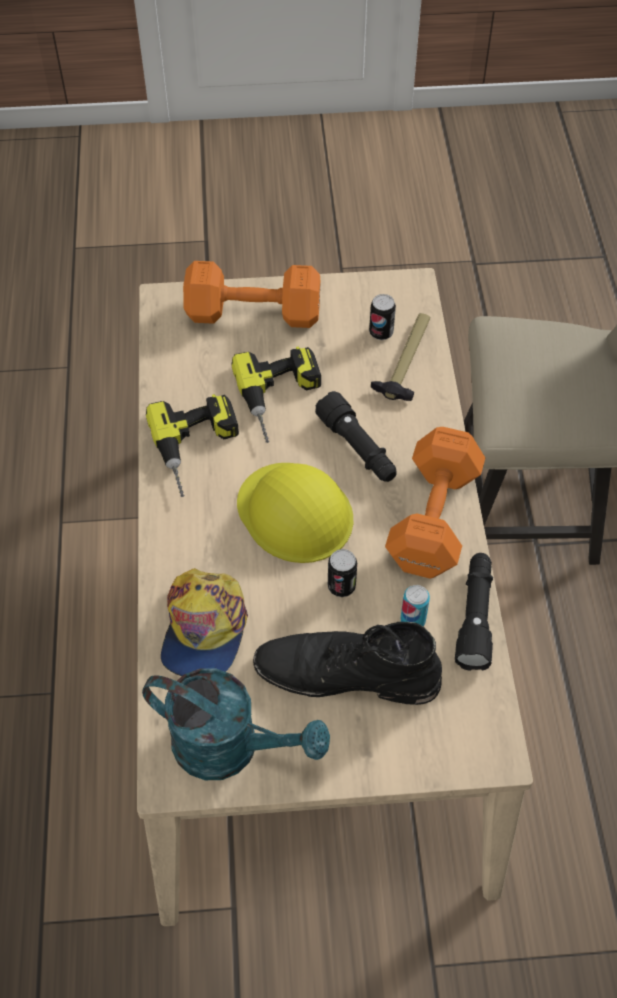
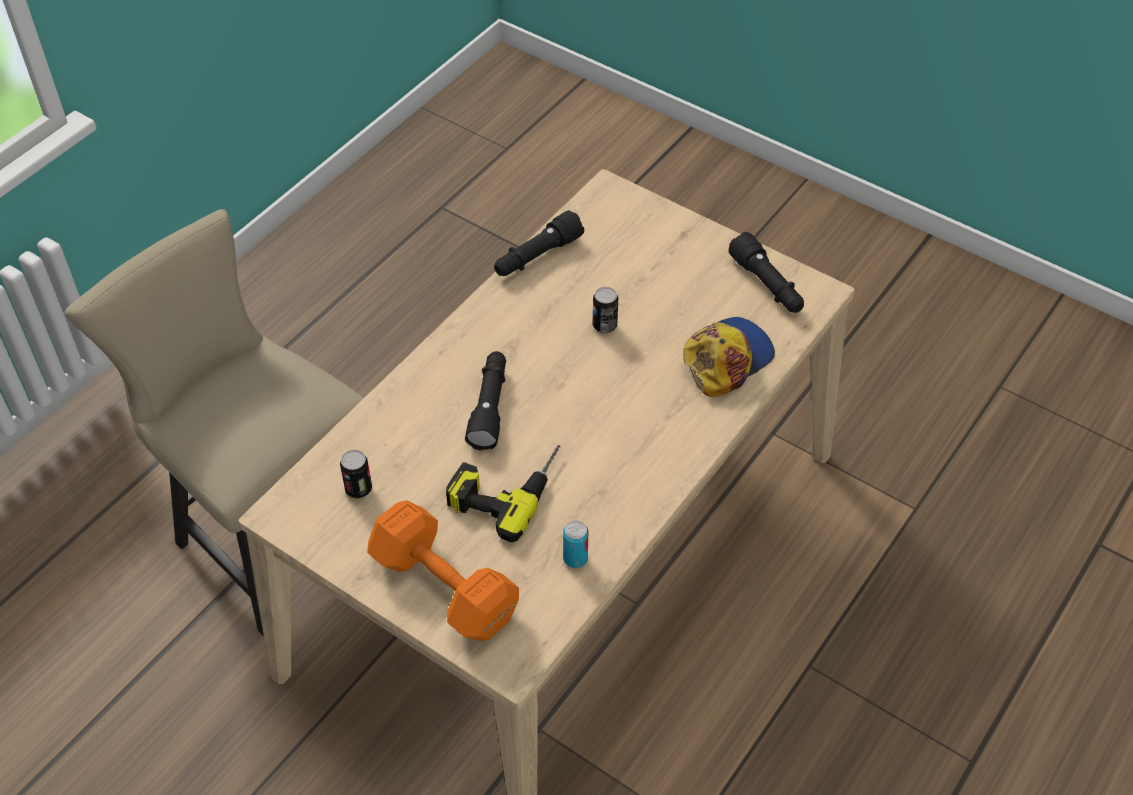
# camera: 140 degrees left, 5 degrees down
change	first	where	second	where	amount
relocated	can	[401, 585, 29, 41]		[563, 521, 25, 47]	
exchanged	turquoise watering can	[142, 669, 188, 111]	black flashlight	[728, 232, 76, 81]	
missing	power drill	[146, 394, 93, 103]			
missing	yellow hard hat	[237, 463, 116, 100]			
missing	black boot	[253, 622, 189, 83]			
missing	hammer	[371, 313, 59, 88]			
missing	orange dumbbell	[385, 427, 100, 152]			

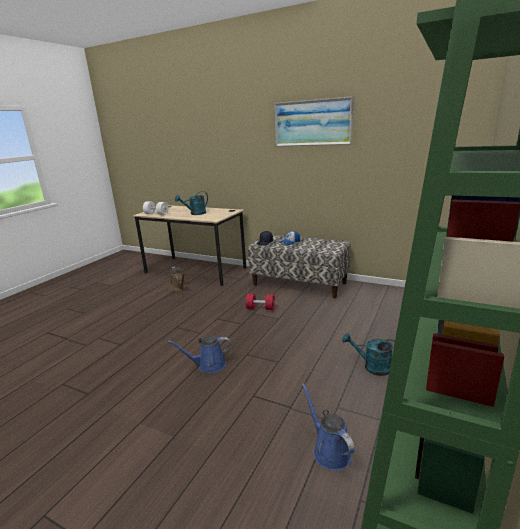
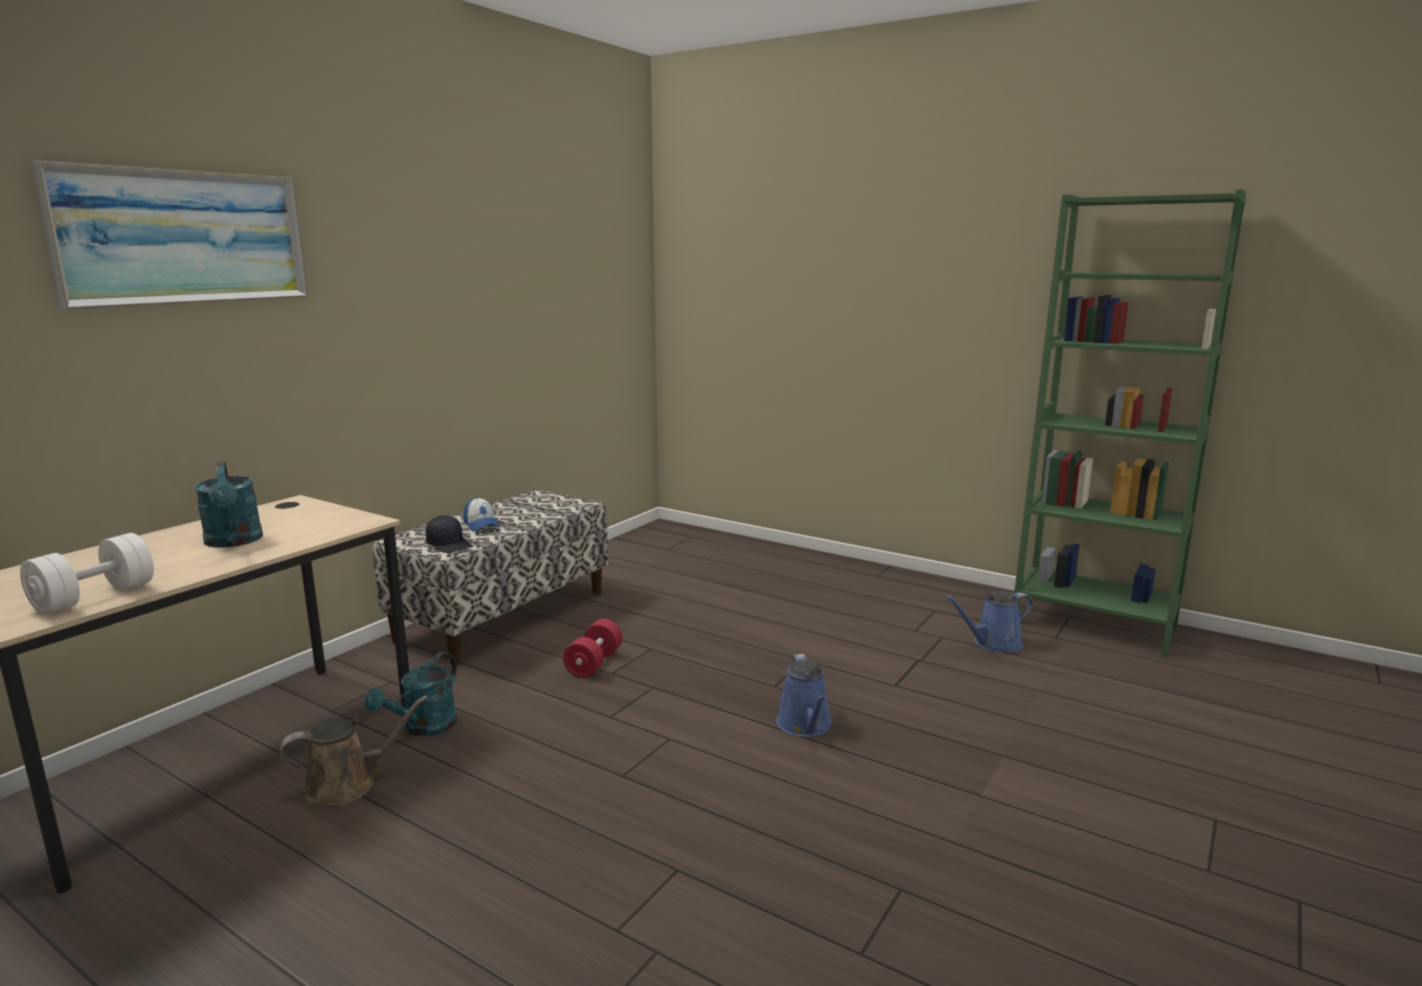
# camera: 85 degrees left, 5 degrees down
change	first	where	second	where	amount
relocated	picture	[274, 96, 79, 51]		[31, 160, 278, 150]	
relocated	turquoise watering can	[342, 333, 53, 43]		[365, 652, 92, 84]	

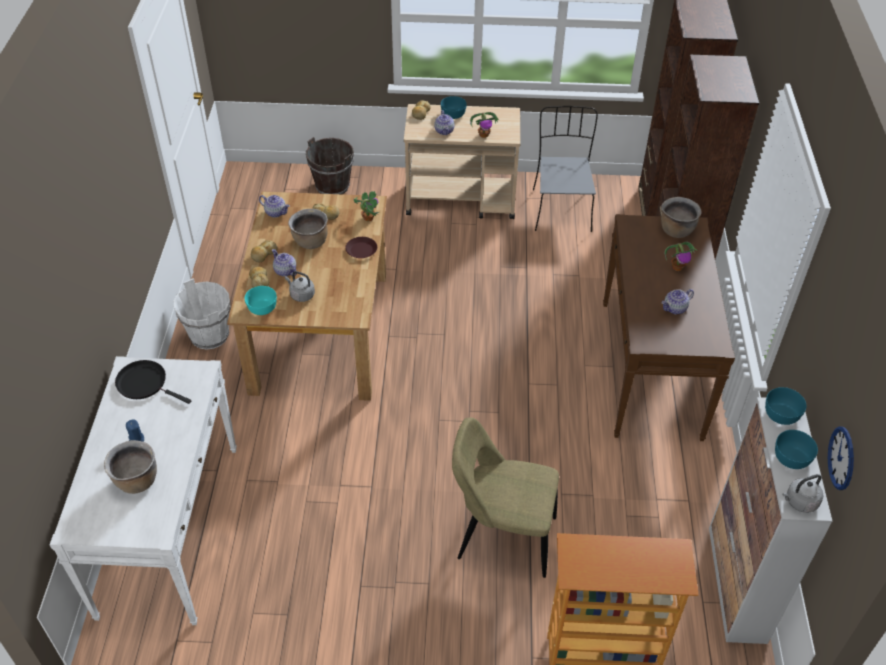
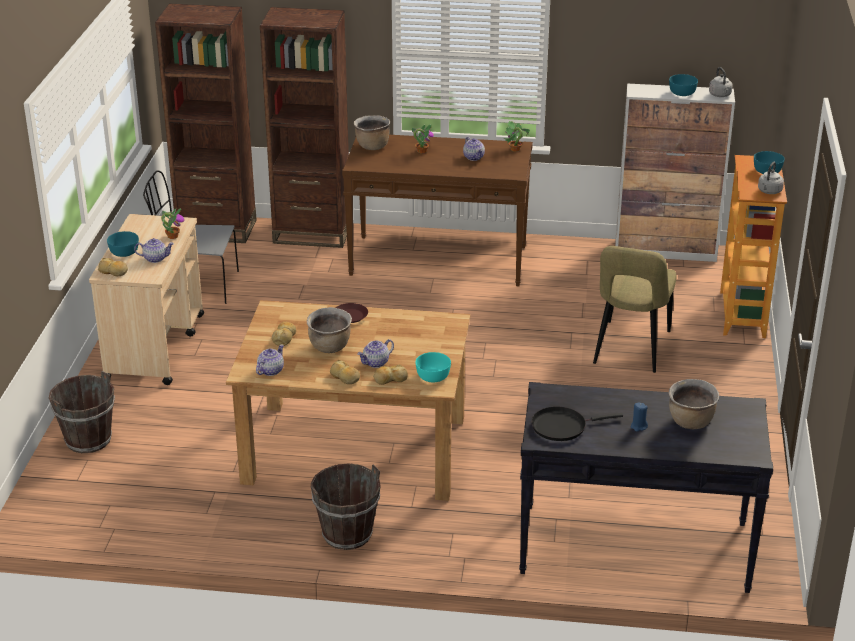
# camera: 85 degrees left, 15 degrees down
change	first	where	second	where	amount
colour	white bucket	[174, 278, 57, 71]	brown bucket	[310, 463, 71, 87]	
relocated	potted plant	[353, 191, 26, 30]		[503, 121, 27, 31]	
colour	white console table	[49, 356, 188, 269]	black console table	[519, 382, 254, 211]	
spun	black frying pan	[115, 360, 76, 44]		[531, 406, 92, 35]	45 degrees clockwise
relocated	turquoise bowl	[765, 387, 42, 38]		[754, 151, 31, 23]	
relocated	grey kettle	[285, 271, 30, 31]		[758, 162, 26, 32]	
missing	wall clock	[828, 426, 26, 64]			

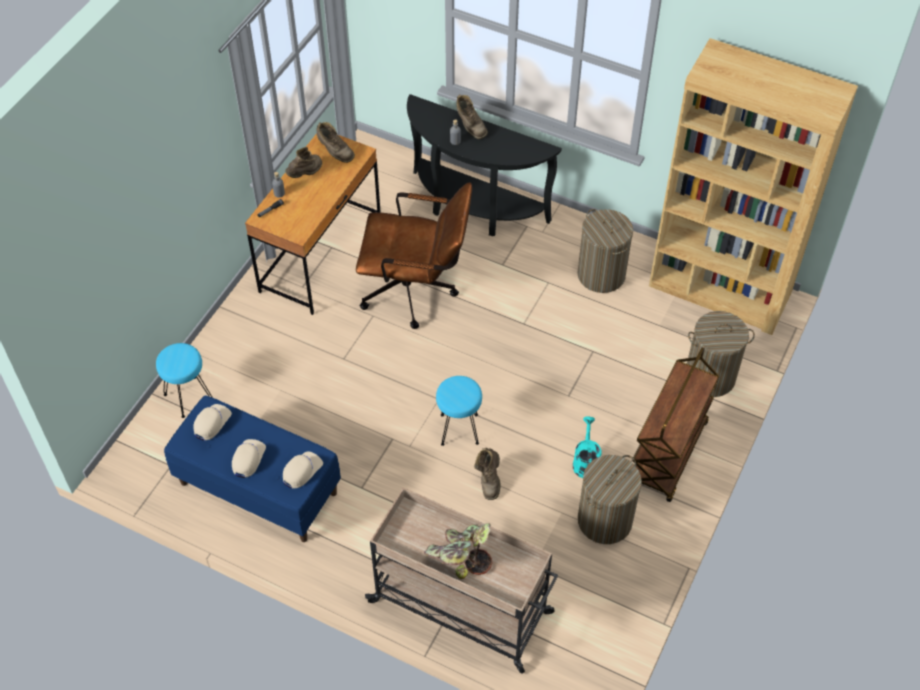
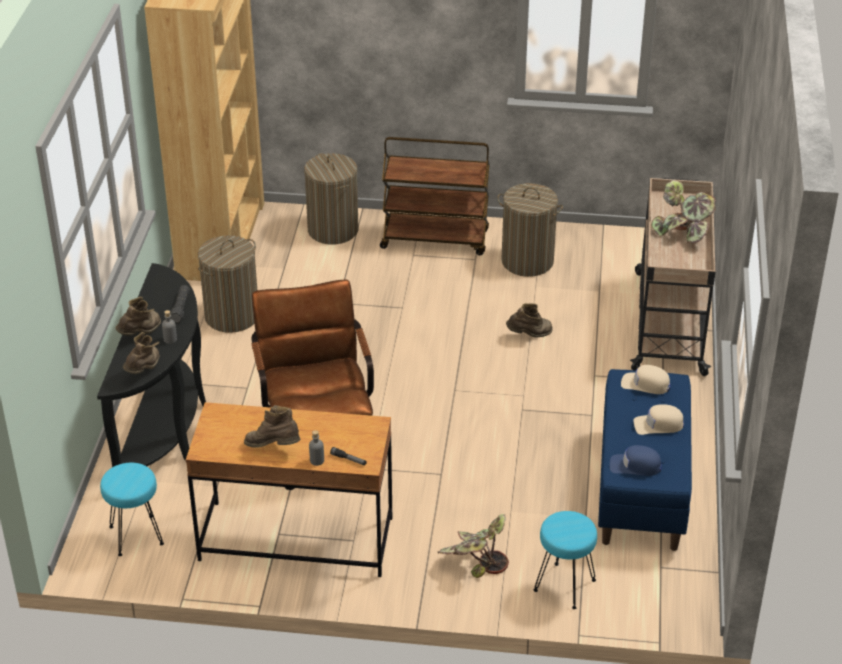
# camera: 110 degrees left, 15 degrees down
change	first	where	second	where	amount
relocated	turquoise stool	[436, 376, 46, 70]		[100, 463, 64, 93]	
relocated	brown boot	[317, 122, 38, 41]		[123, 332, 37, 42]	
appeared			black flashlight	[170, 285, 20, 38]	
appeared			potted plant	[438, 514, 71, 64]	
colour	beige cap	[193, 404, 39, 37]	blue cap	[610, 445, 52, 31]	
missing	turquoise watering can	[573, 417, 28, 61]			

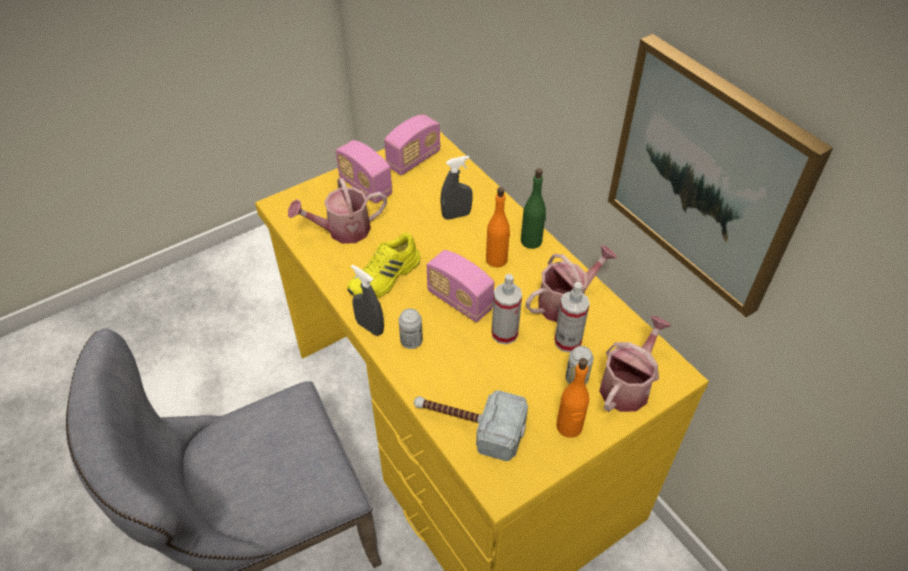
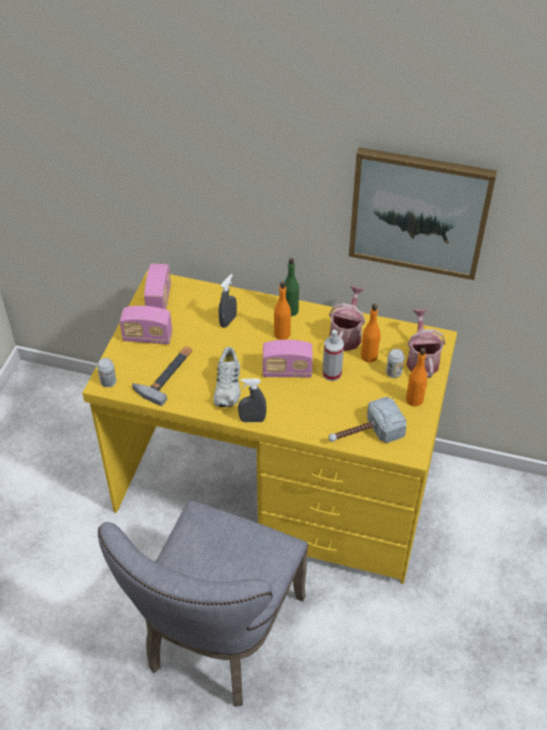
# camera: 40 degrees left, 0 degrees up
change	first	where	second	where	amount
relocated	can	[398, 308, 25, 41]		[97, 358, 19, 29]	
exchanged	watering can	[288, 178, 99, 66]	hammer	[132, 346, 60, 60]	
colour	yellow shoe	[347, 233, 74, 65]	white shoe	[213, 347, 28, 60]	
exchanged	spray bottle	[554, 282, 36, 71]	orange bottle	[361, 304, 20, 58]	

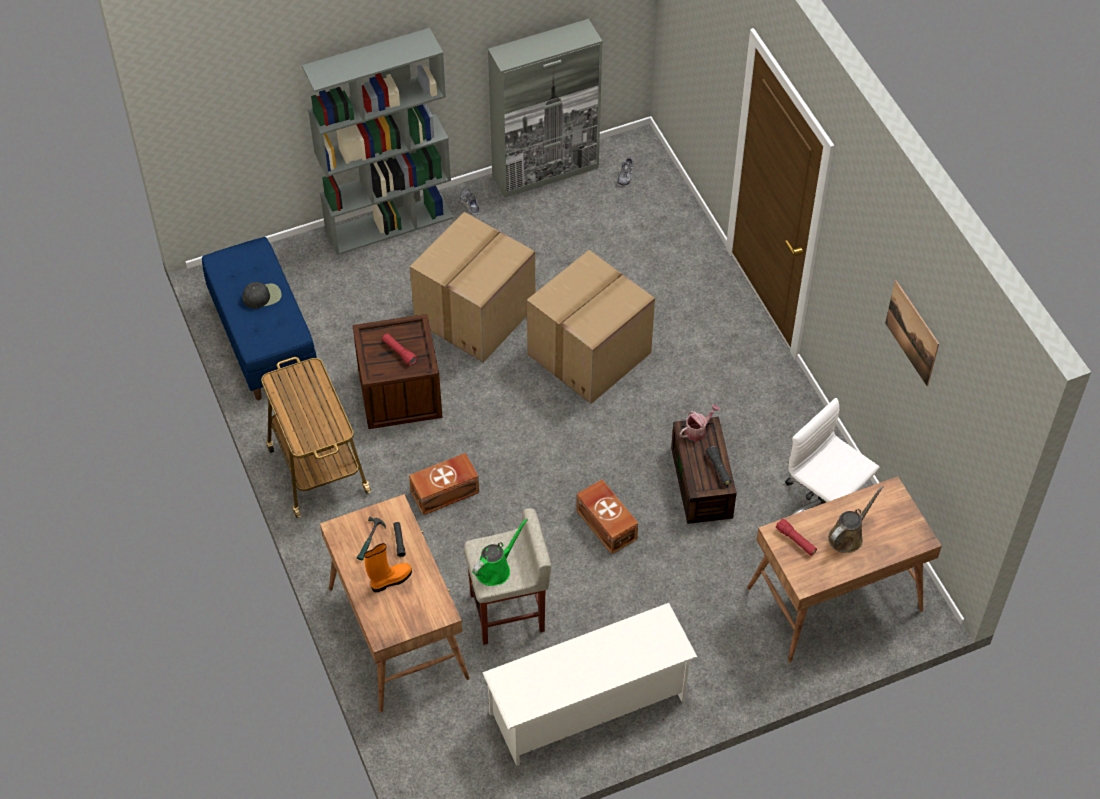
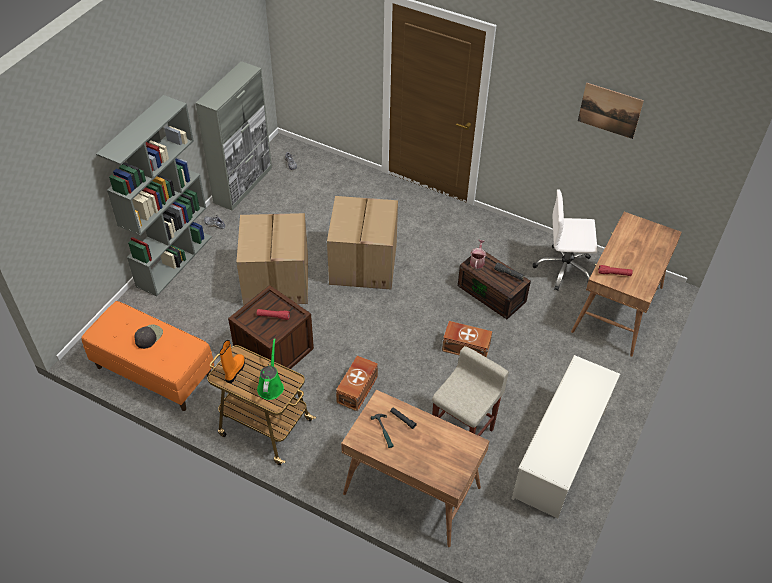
# camera: 40 degrees left, 5 degrees down
change	first	where	second	where	amount
colour	blue bench	[202, 237, 115, 163]	orange bench	[81, 301, 133, 110]	
relocated	orange boot	[364, 543, 48, 49]		[220, 340, 25, 43]	
relocated	green watering can	[472, 518, 56, 68]		[257, 338, 27, 62]	
missing	brown watering can	[828, 485, 56, 68]			

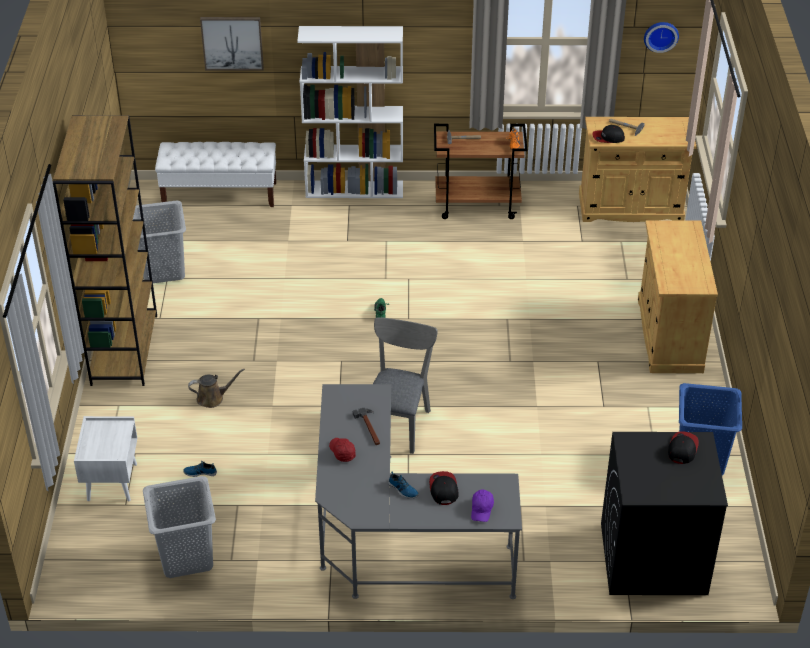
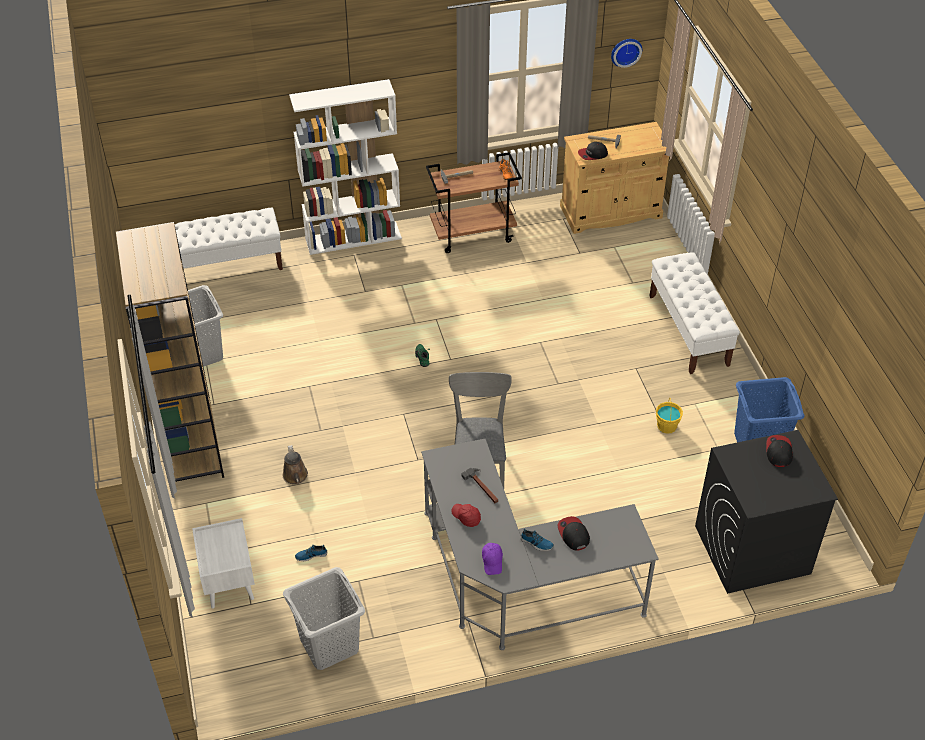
# camera: 15 degrees left, 5 degrees up
change	first	where	second	where	amount
spun	brown watering can	[188, 369, 57, 39]		[282, 445, 26, 39]	105 degrees clockwise
relocated	purple cap	[471, 489, 23, 33]		[482, 543, 21, 32]	
exchanged	beige cabinet	[638, 220, 80, 153]	white bench	[649, 252, 91, 122]	
appeared			yellow bucket	[656, 397, 27, 37]	
missing	picture	[200, 17, 64, 54]			

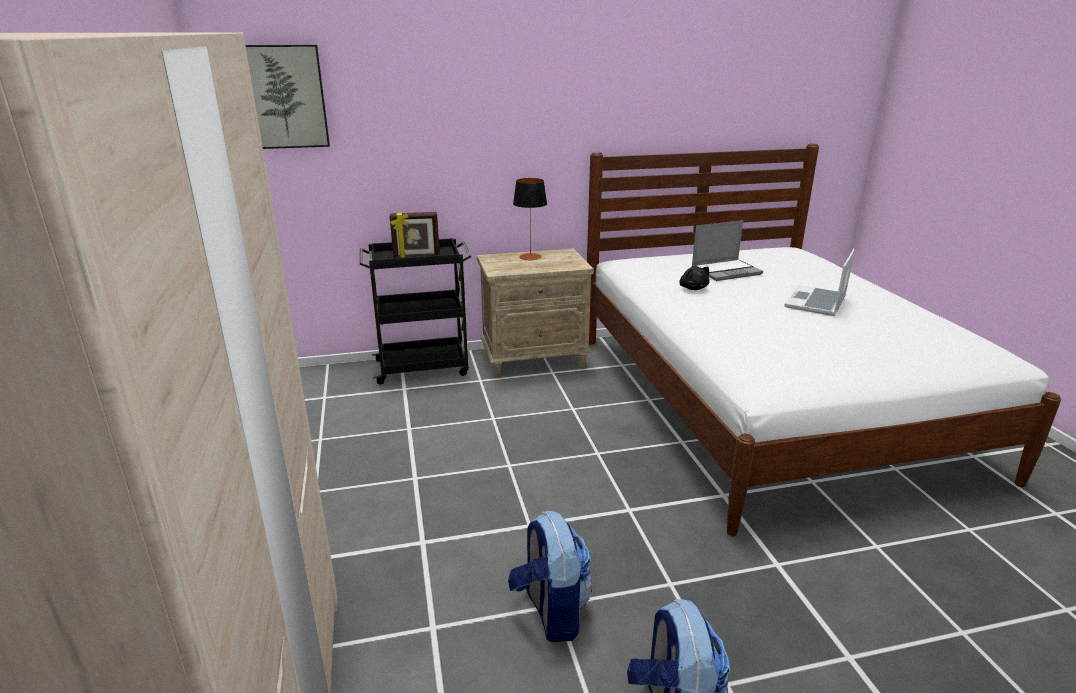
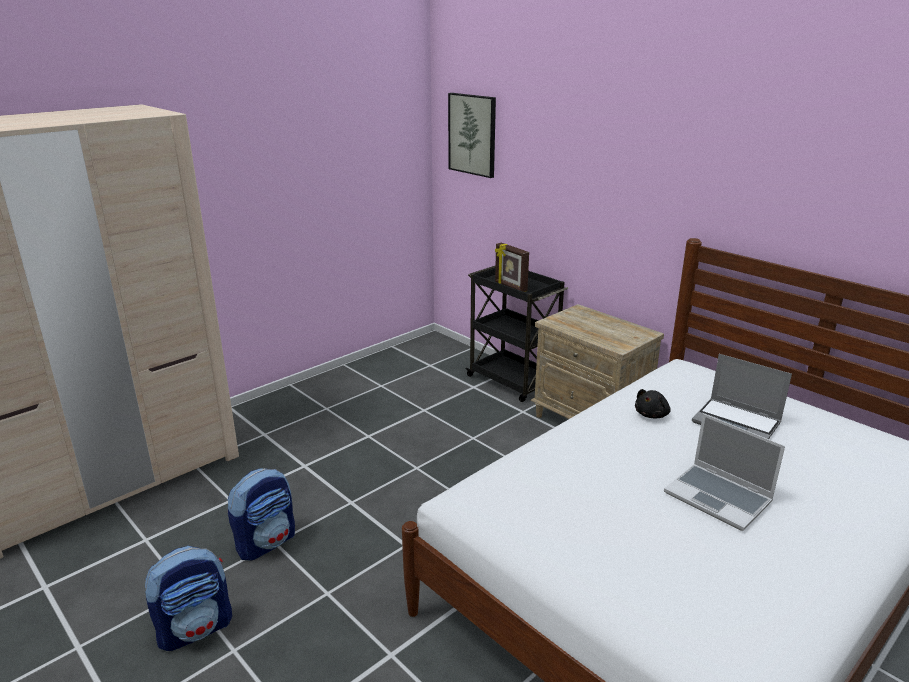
# camera: 60 degrees right, 0 degrees up
change	first	where	second	where	amount
spun	laptop	[784, 249, 71, 67]		[664, 413, 121, 118]	135 degrees counterclockwise
missing	table lamp	[513, 178, 34, 82]			

